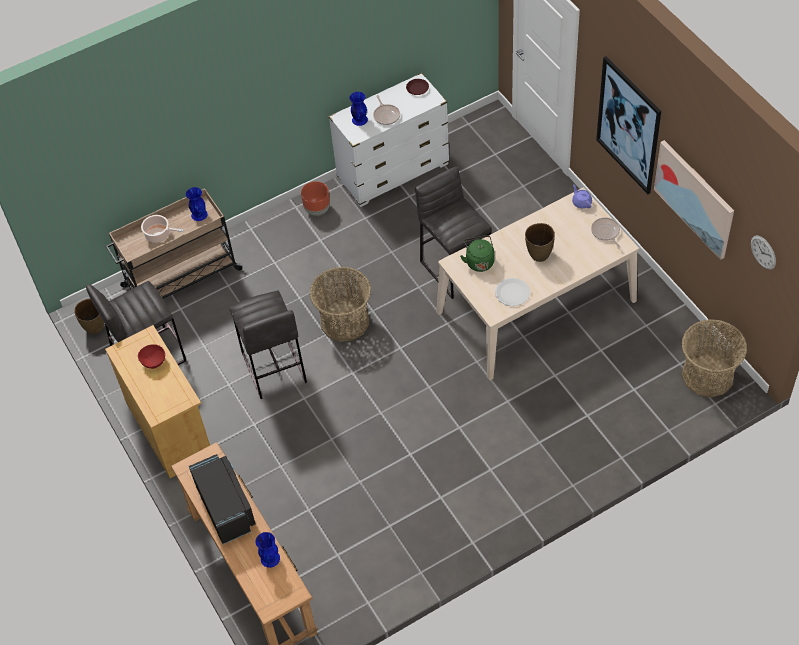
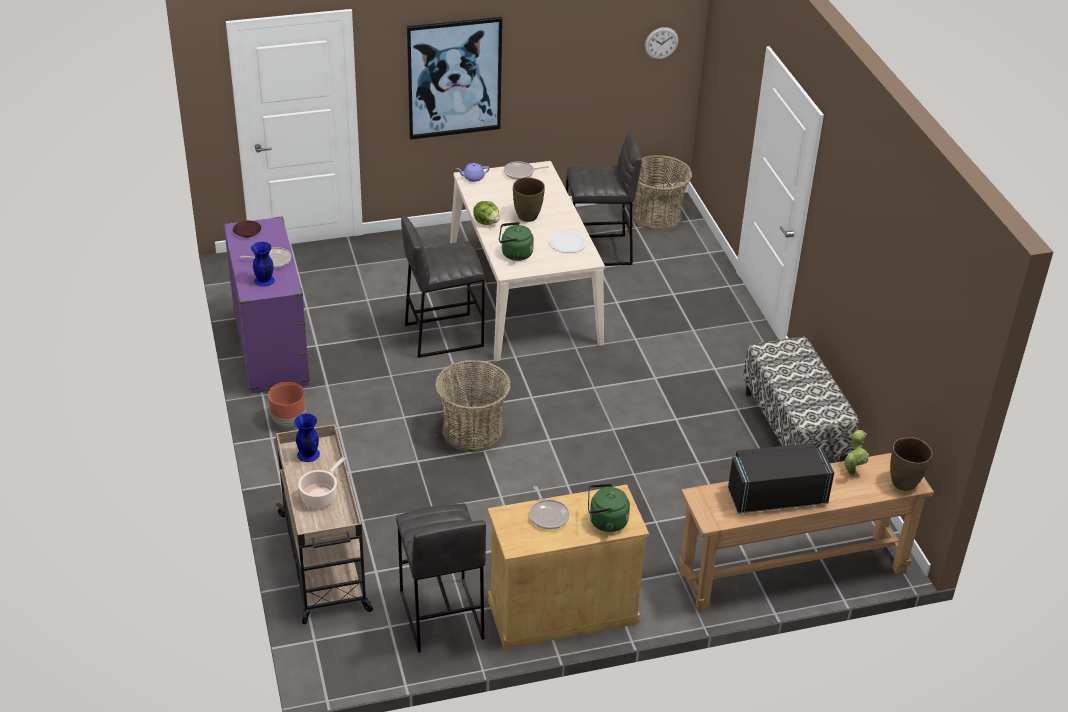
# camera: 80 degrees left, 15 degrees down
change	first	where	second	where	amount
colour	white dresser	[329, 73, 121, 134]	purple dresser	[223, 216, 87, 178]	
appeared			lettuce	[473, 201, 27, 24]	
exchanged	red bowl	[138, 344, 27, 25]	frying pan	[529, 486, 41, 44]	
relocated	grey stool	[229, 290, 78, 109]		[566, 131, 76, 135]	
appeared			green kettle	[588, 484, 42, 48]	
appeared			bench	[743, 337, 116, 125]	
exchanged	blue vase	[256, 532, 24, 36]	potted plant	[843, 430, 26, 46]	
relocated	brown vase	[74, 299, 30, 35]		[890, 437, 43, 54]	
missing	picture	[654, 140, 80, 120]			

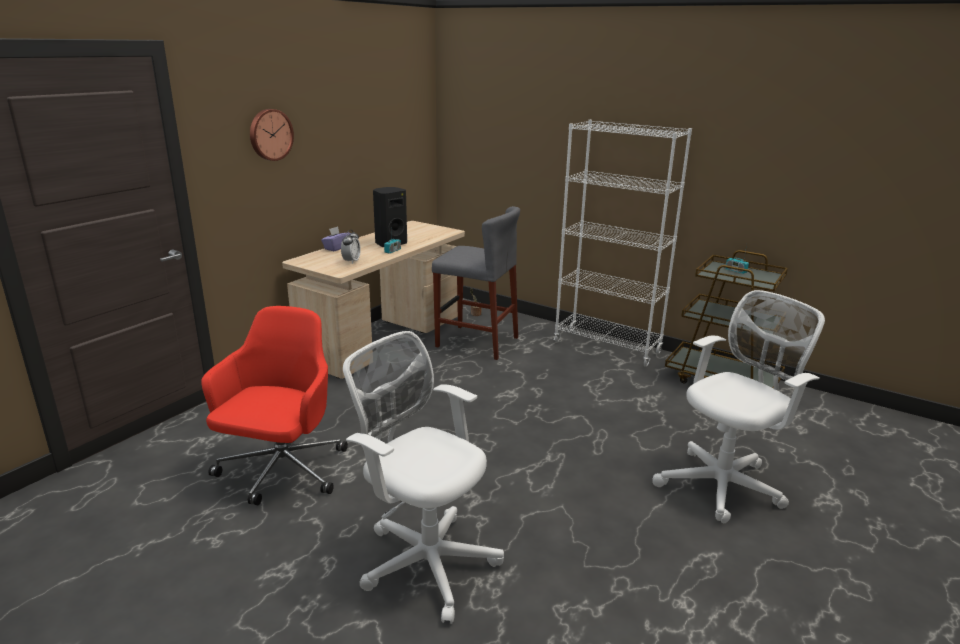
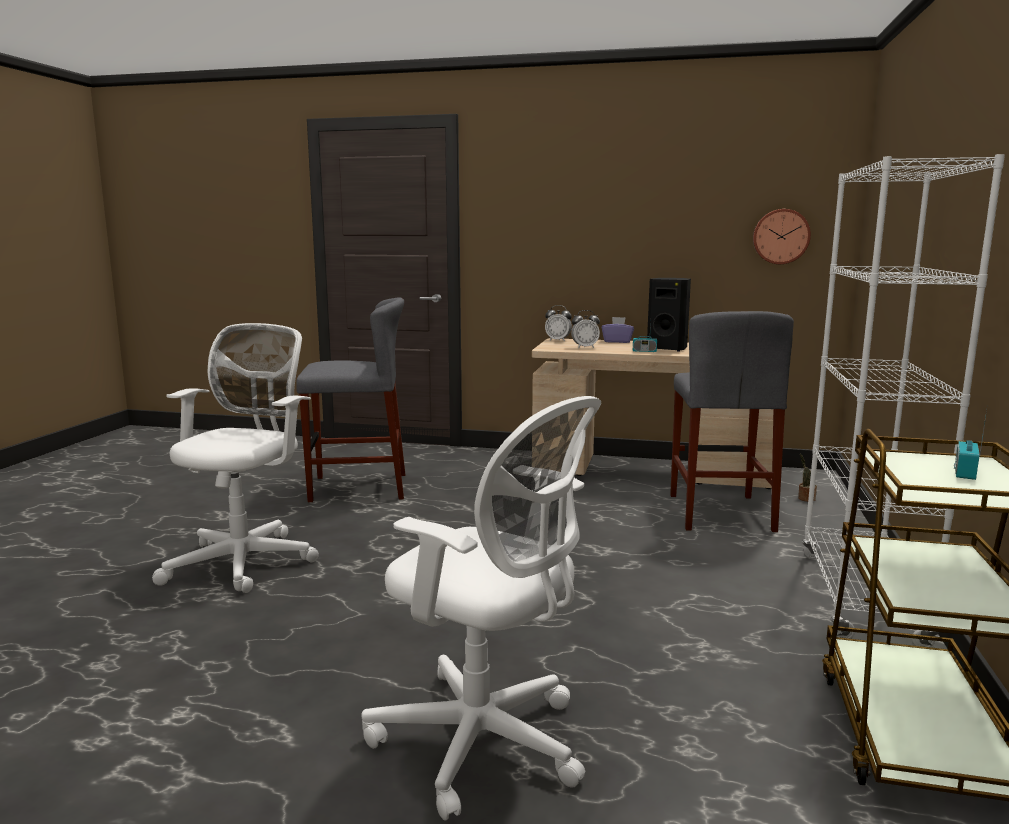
# camera: 70 degrees right, 10 degrees down
change	first	where	second	where	amount
exchanged	red office chair	[201, 306, 147, 199]	grey stool	[296, 297, 109, 205]	
appeared			alarm clock	[545, 305, 27, 36]	
relocated	wall clock	[250, 109, 44, 52]		[753, 209, 58, 55]	

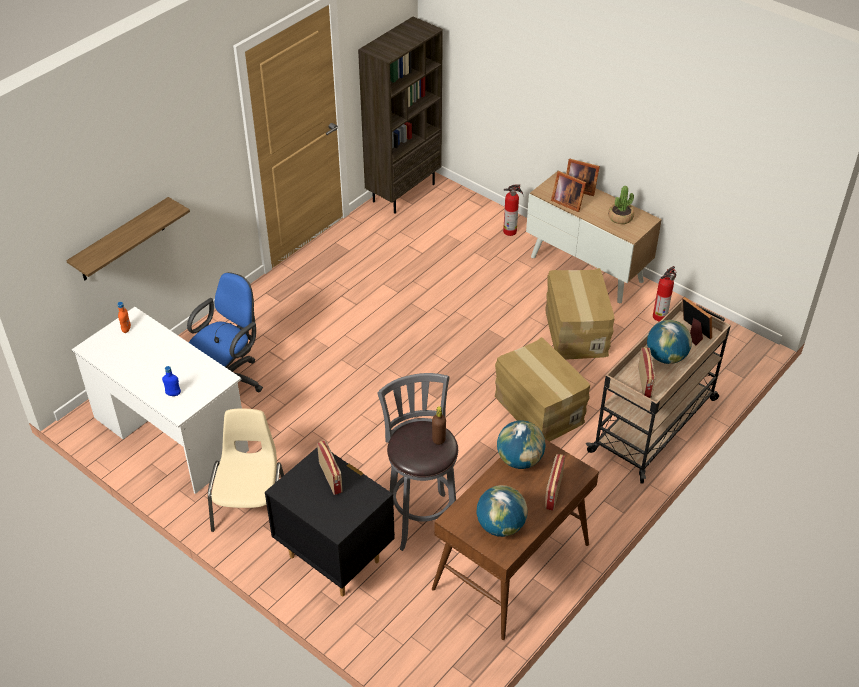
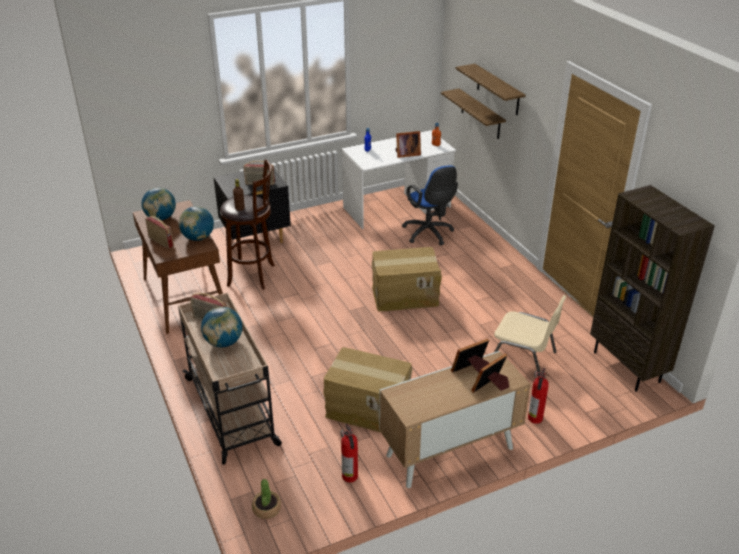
# camera: 115 degrees right, 10 degrees down
change	first	where	second	where	amount
colour	grey stool	[378, 373, 80, 178]	brown stool	[220, 159, 55, 131]	
relocated	potted plant	[608, 186, 26, 38]		[252, 479, 29, 40]	
relocated	cardboard box	[495, 337, 95, 105]		[372, 247, 70, 64]	
relocated	picture frame	[682, 297, 30, 49]		[395, 131, 26, 27]	
appeared			shelf	[456, 64, 70, 51]	
relocated	beige chair	[208, 409, 76, 123]		[494, 295, 73, 77]	

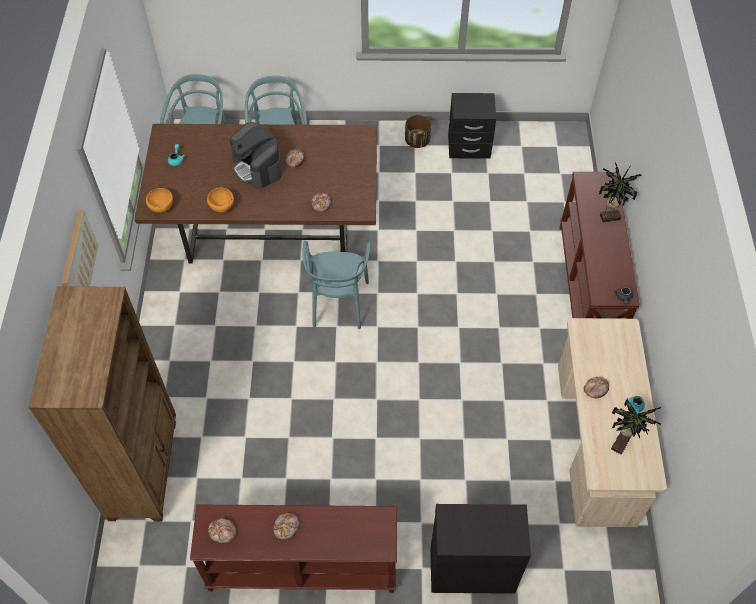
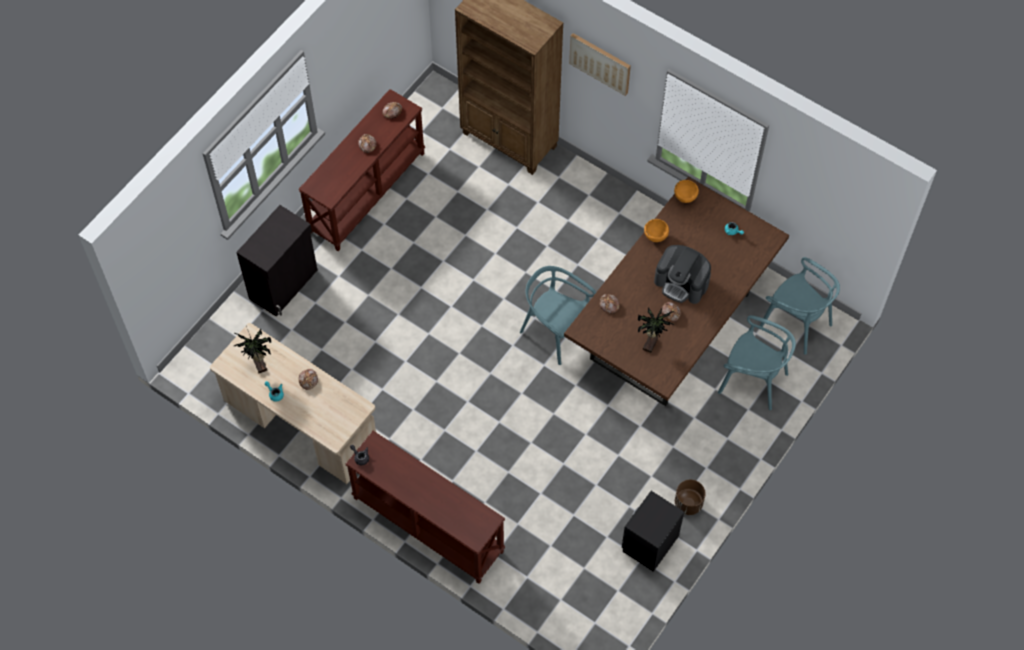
# camera: 125 degrees right, 5 degrees up
change	first	where	second	where	amount
relocated	potted plant	[599, 162, 43, 60]		[638, 307, 36, 46]	
spun	coffee machine	[230, 122, 52, 67]		[654, 245, 57, 59]	150 degrees counterclockwise

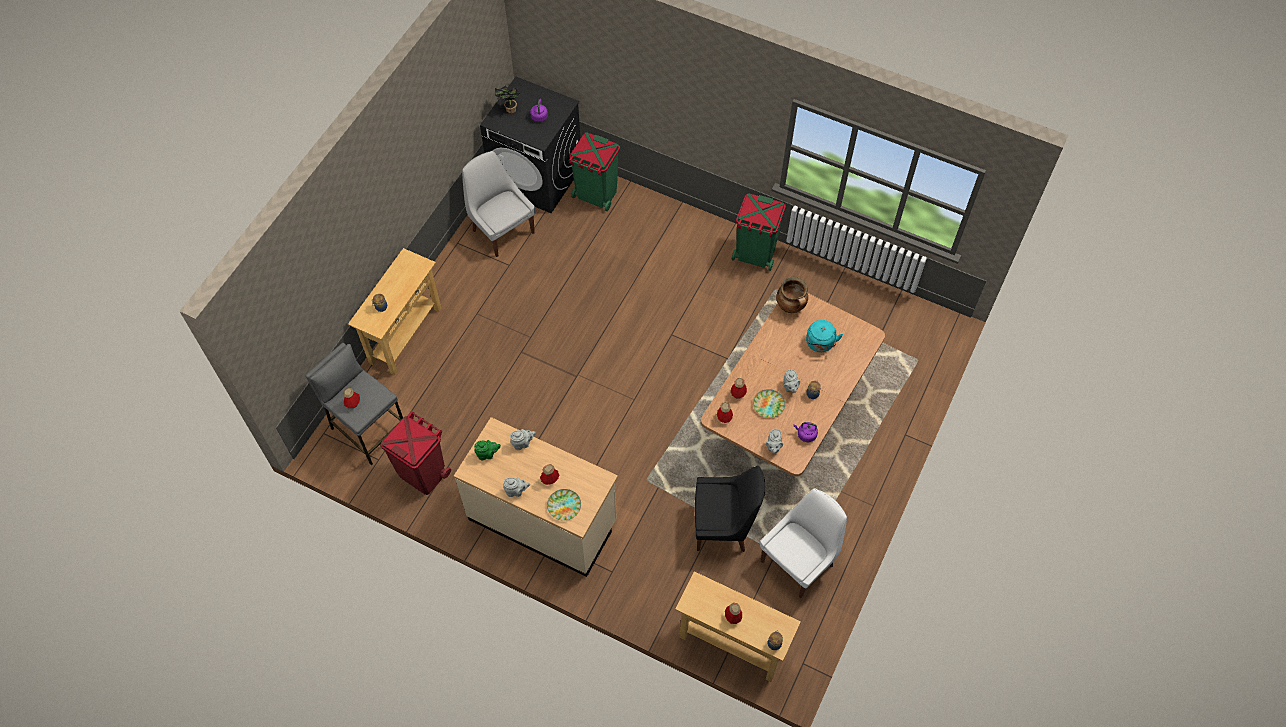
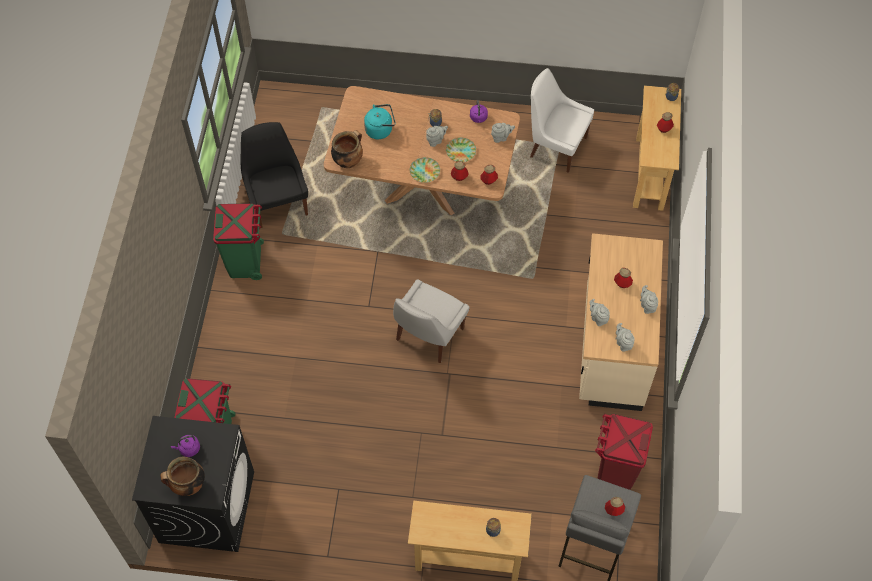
# camera: 110 degrees left, 0 degrees up
change	first	where	second	where	amount
exchanged	potted plant	[495, 85, 26, 28]	cooking pot	[160, 457, 45, 39]	
relocated	black chair	[695, 466, 70, 86]		[241, 122, 67, 106]	
relocated	white chair	[462, 151, 73, 106]		[393, 279, 76, 84]	
relocated	plate	[547, 489, 34, 31]		[410, 157, 30, 26]	
colour	green teapot	[474, 440, 27, 20]	grey teapot	[616, 323, 19, 29]	

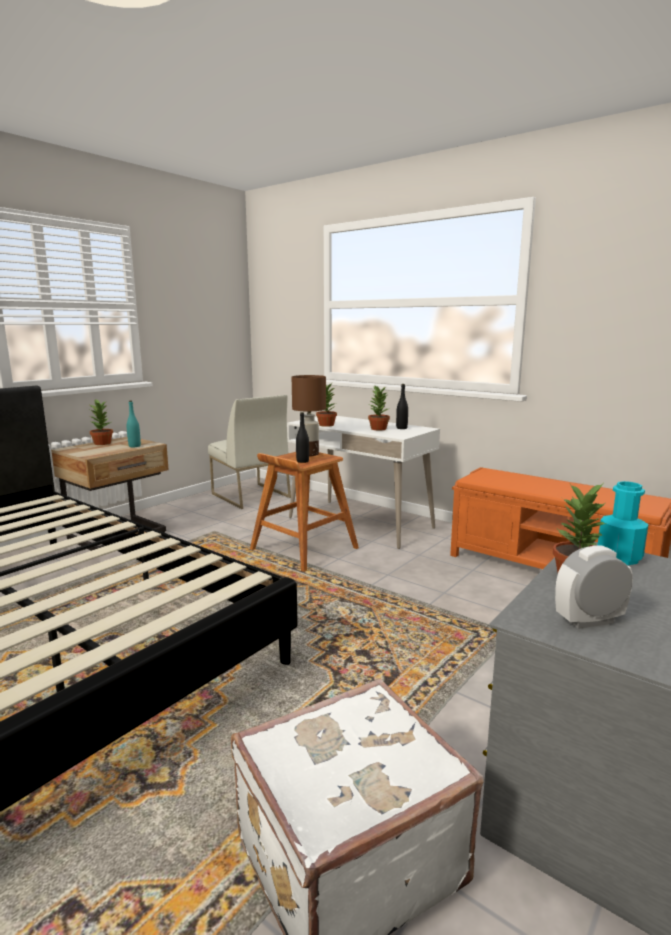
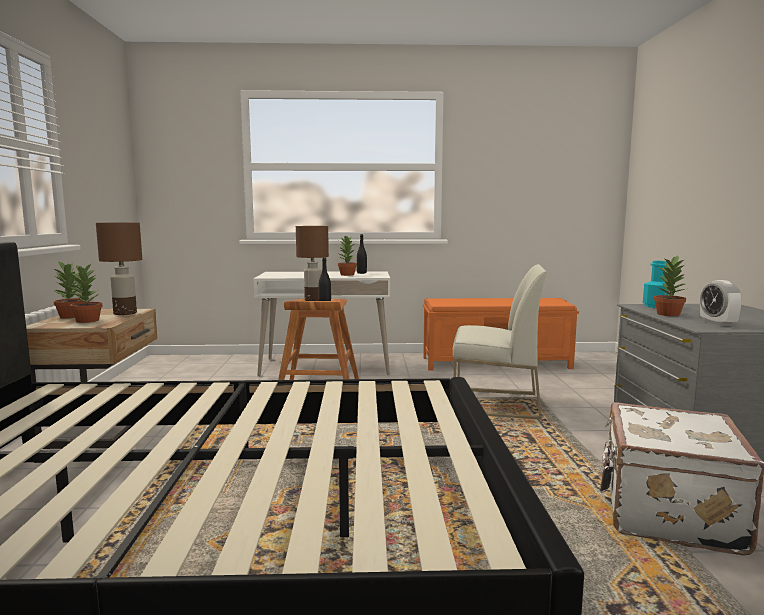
# camera: 40 degrees left, 5 degrees down
change	first	where	second	where	amount
relocated	potted plant	[316, 383, 21, 44]		[70, 263, 33, 60]	
exchanged	turquoise bottle	[127, 401, 14, 46]	brown table lamp	[96, 223, 46, 92]	
relocated	white chair	[208, 395, 83, 114]		[453, 264, 94, 156]	
spun	alarm clock	[555, 545, 78, 84]		[700, 280, 42, 46]	45 degrees counterclockwise

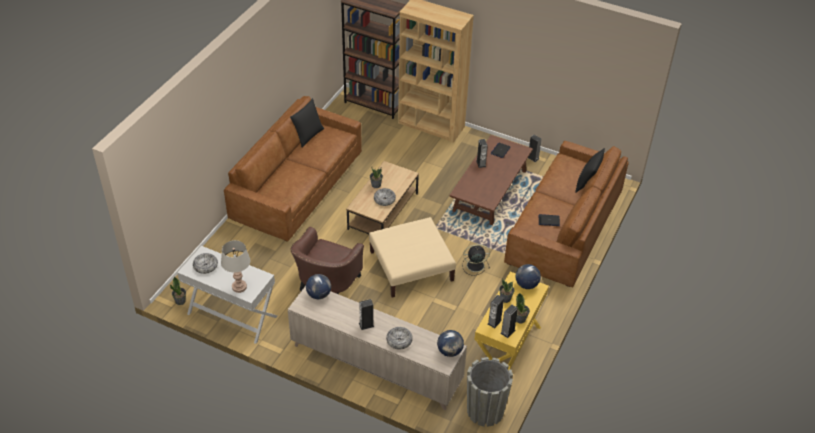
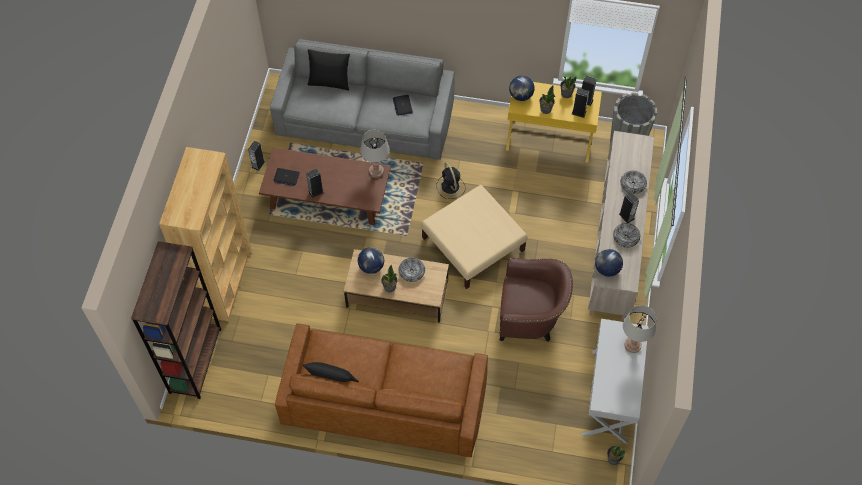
# camera: 105 degrees left, 15 degrees up
change	first	where	second	where	amount
colour	brown sofa	[504, 141, 125, 147]	grey sofa	[270, 39, 185, 121]	
relocated	globe	[437, 330, 27, 27]		[358, 247, 26, 27]	
appeared			grey table lamp	[360, 130, 30, 48]	
relocated	bowl	[193, 253, 25, 21]		[613, 223, 27, 24]	

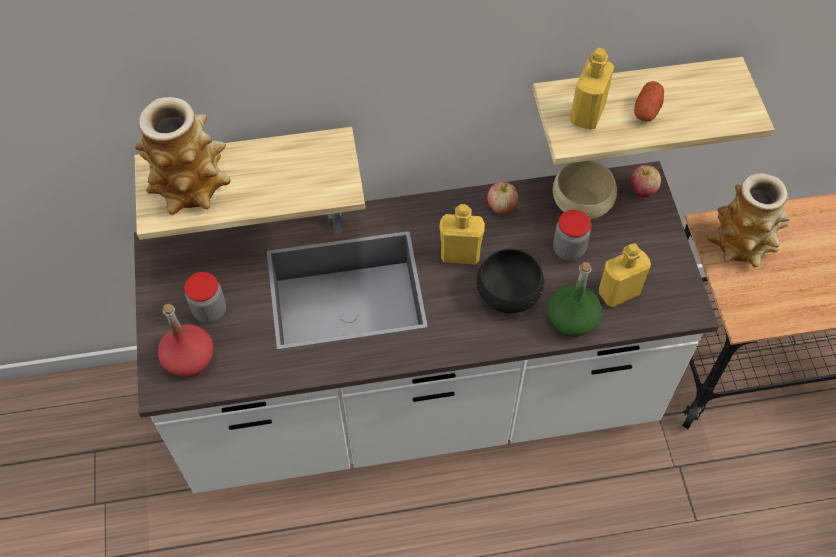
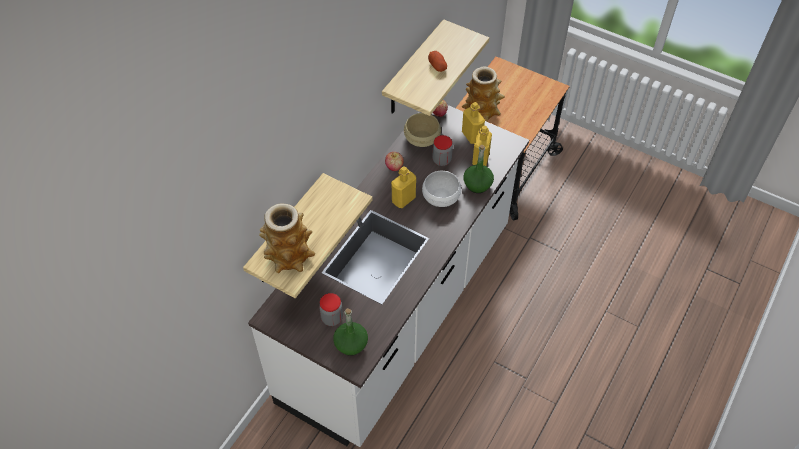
# camera: 50 degrees left, 5 degrees down
change	first	where	second	where	amount
colour	red bottle	[158, 304, 56, 73]	green bottle	[333, 308, 35, 48]	
colour	black bowl	[477, 249, 67, 64]	white bowl	[422, 171, 39, 36]	
relocated	yellow bottle	[570, 48, 44, 82]		[462, 102, 23, 42]	

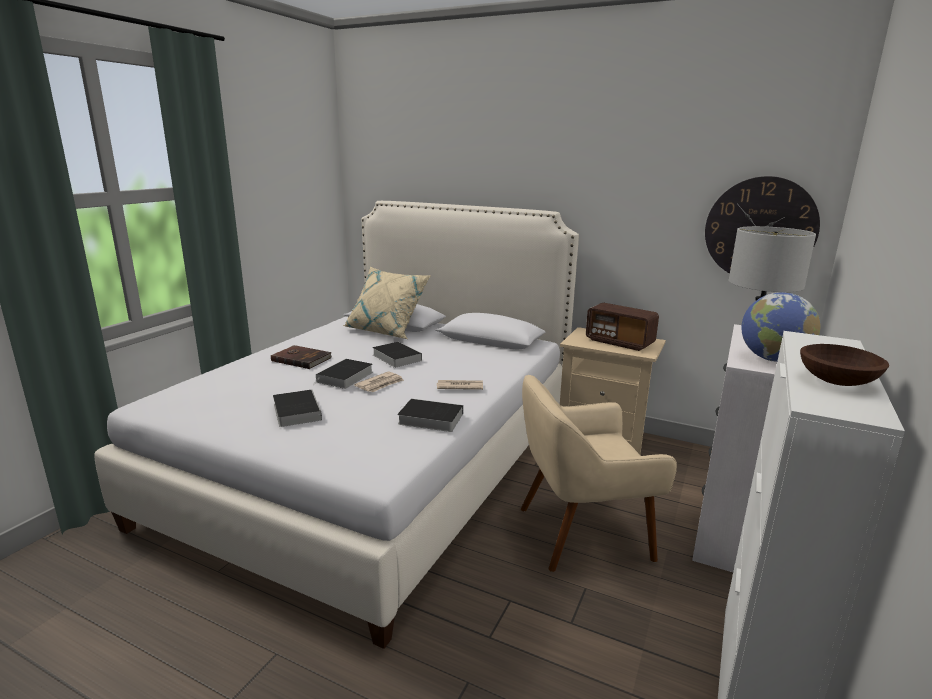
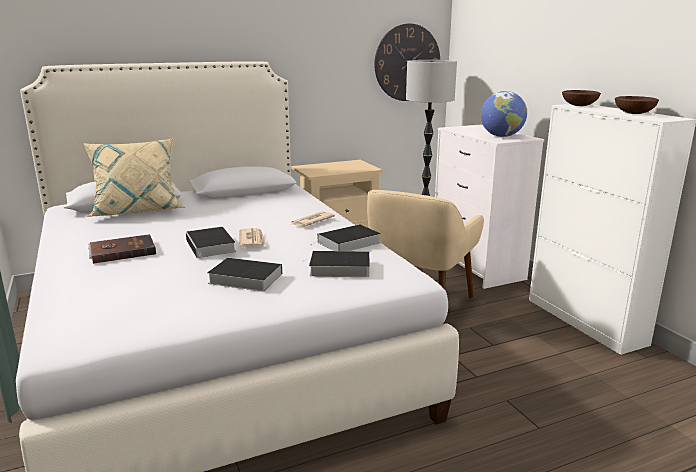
# camera: 50 degrees left, 0 degrees up
change	first	where	second	where	amount
relocated	book	[372, 342, 50, 26]		[303, 251, 66, 26]	
appeared			brown bowl	[562, 90, 39, 16]	
missing	radio	[586, 303, 73, 48]			

